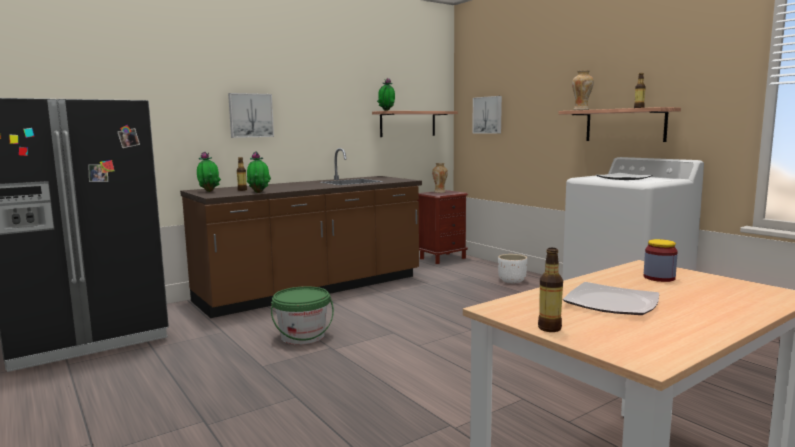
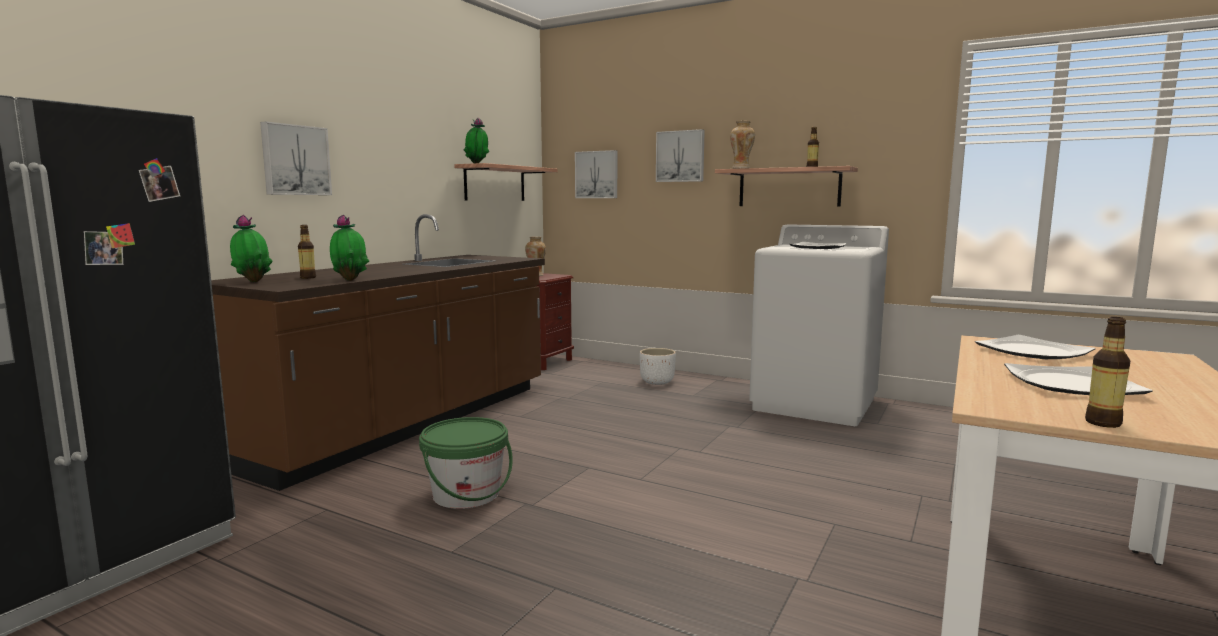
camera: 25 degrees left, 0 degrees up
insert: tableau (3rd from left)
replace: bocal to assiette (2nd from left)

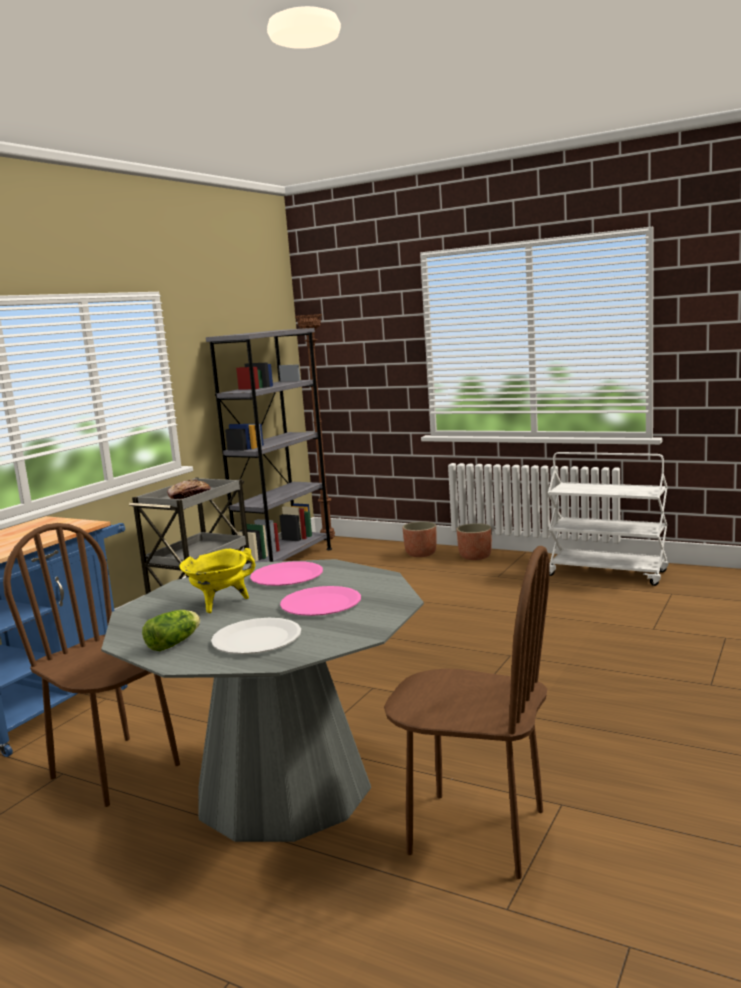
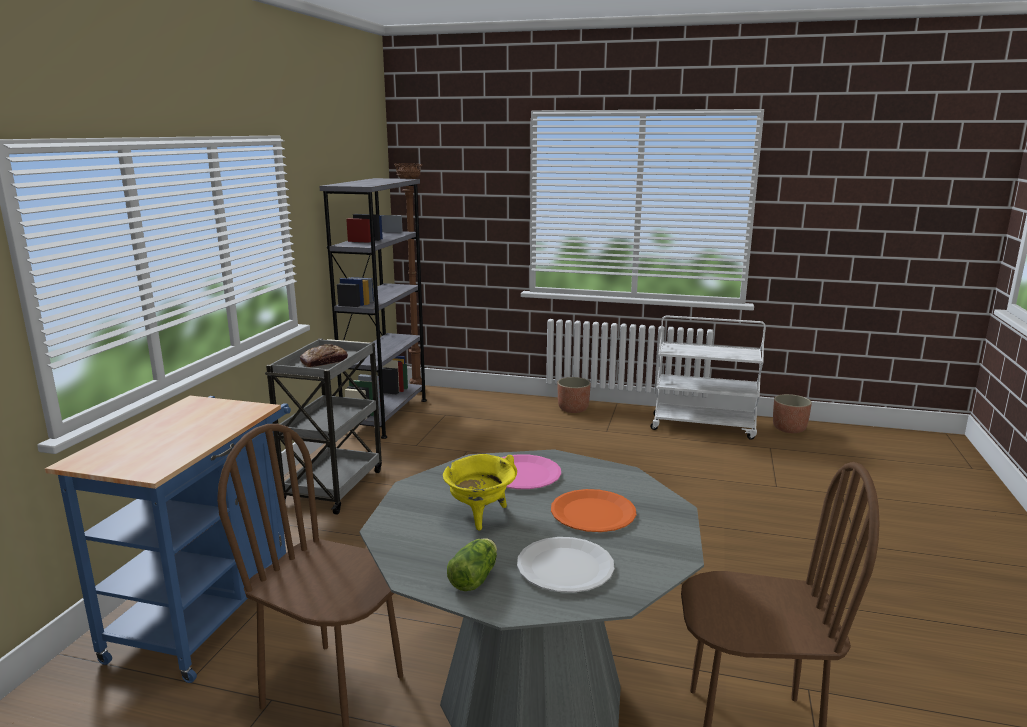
camera: 15 degrees left, 5 degrees up
move: cache-pot (1st from left in the first image) to cache-pot (2nd from left)
recolor: assiette (rose) (2nd from left) to assiette (orange)

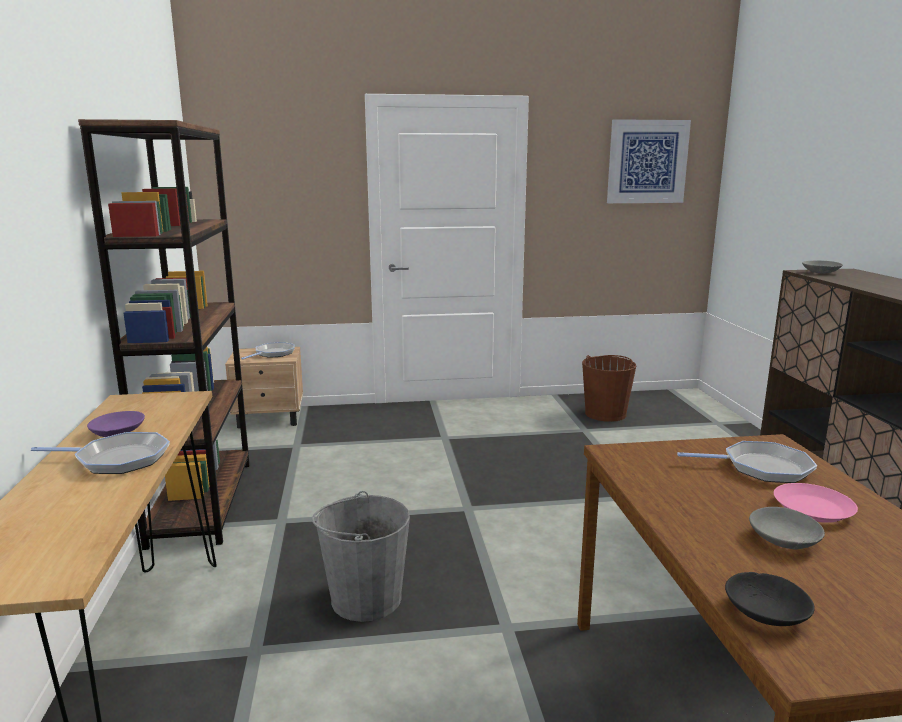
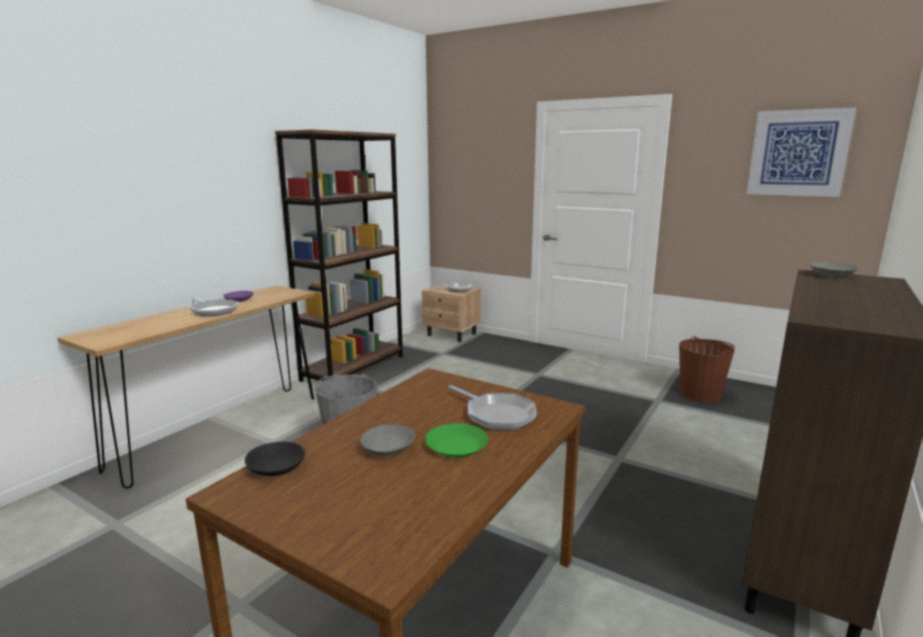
camera: 40 degrees right, 0 degrees up
recolor: assiette (rose) to assiette (vert)

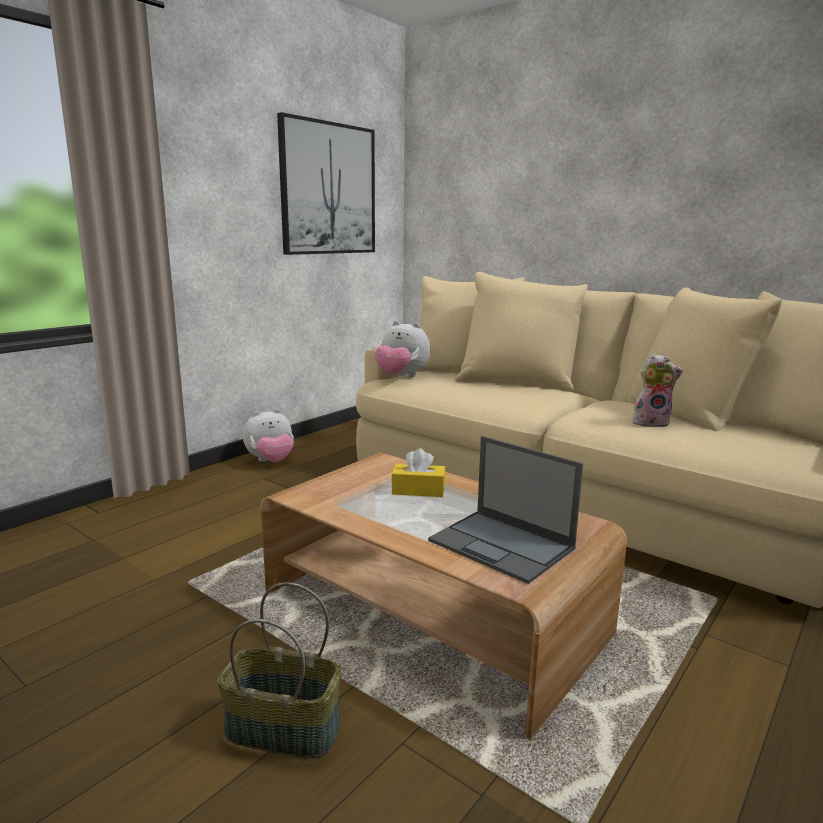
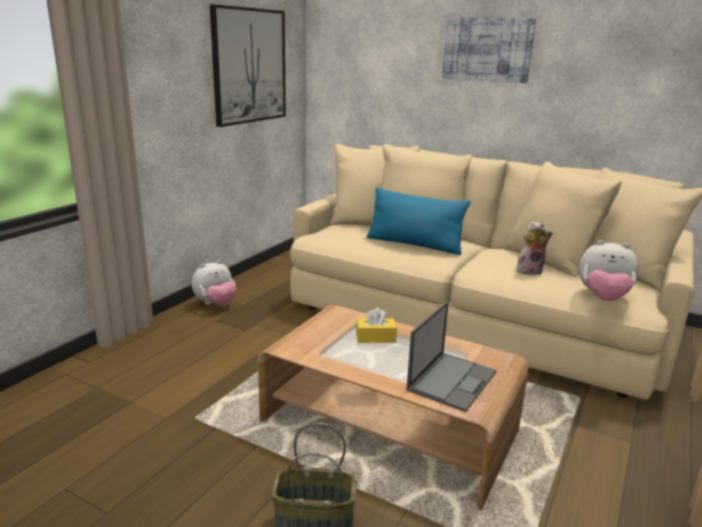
camera: 10 degrees left, 5 degrees up
insert: coussin (bleu); tableau (2nd from left)
move: peluche (2nd from left in the first image) to peluche (3rd from left)
rotate: ordinateur portable 90 degrees counterclockwise

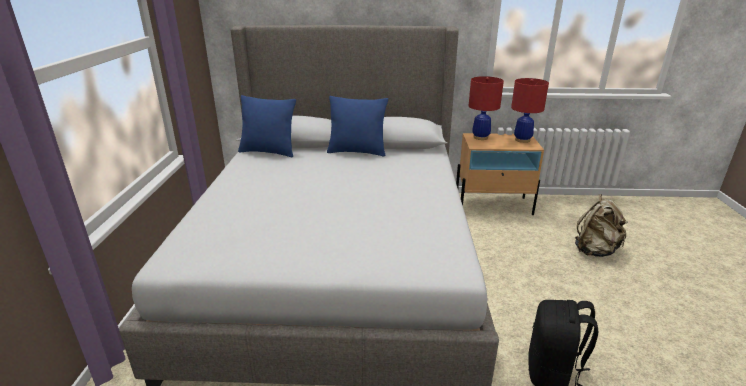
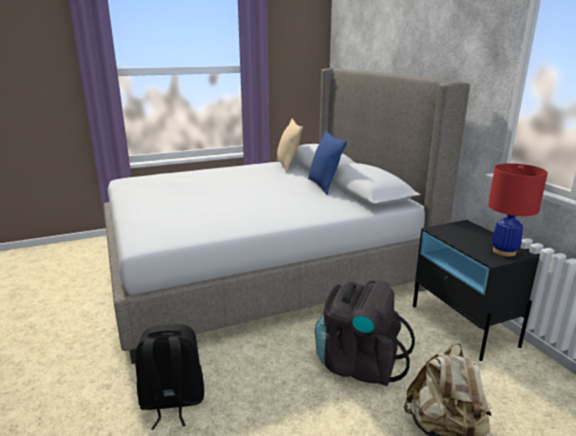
camera: 65 degrees right, 5 degrees down
delete: lampe de table (rouge) (1st from left)
insert: sac à dos (noir) (2nd from left)
recolor: coussin (bleu) (1st from left) to coussin (beige); table de chevet (beige) to table de chevet (noir)

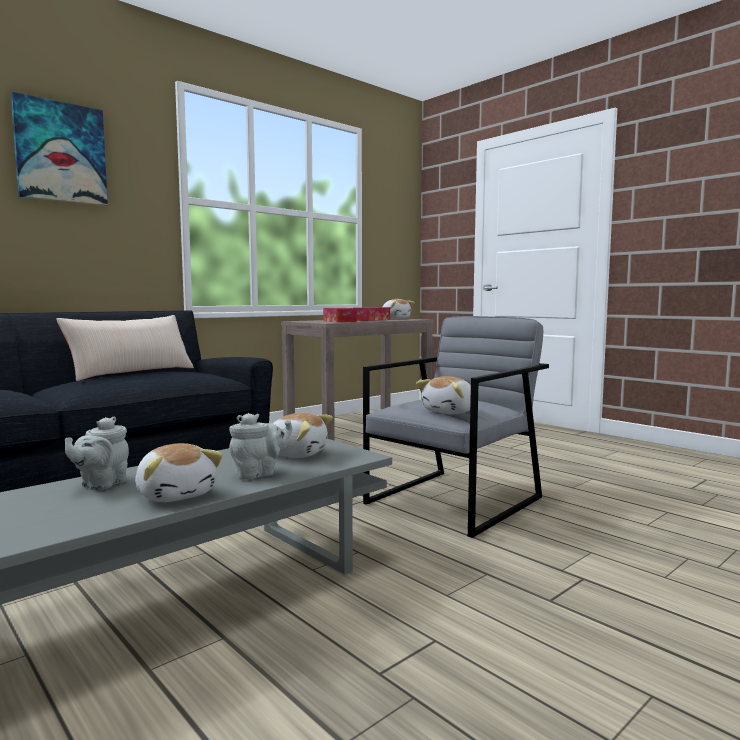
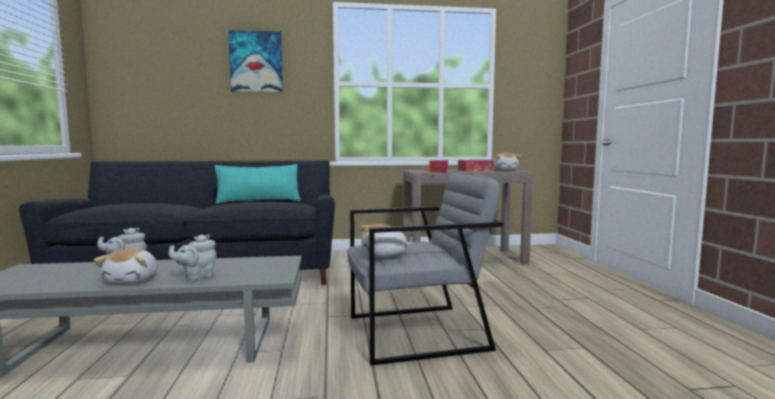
camera: 35 degrees right, 0 degrees up
delete: peluche (2nd from left)
recolor: coussin (beige) to coussin (turquoise)
rotate: théière (gris) (2nd from left) 135 degrees clockwise

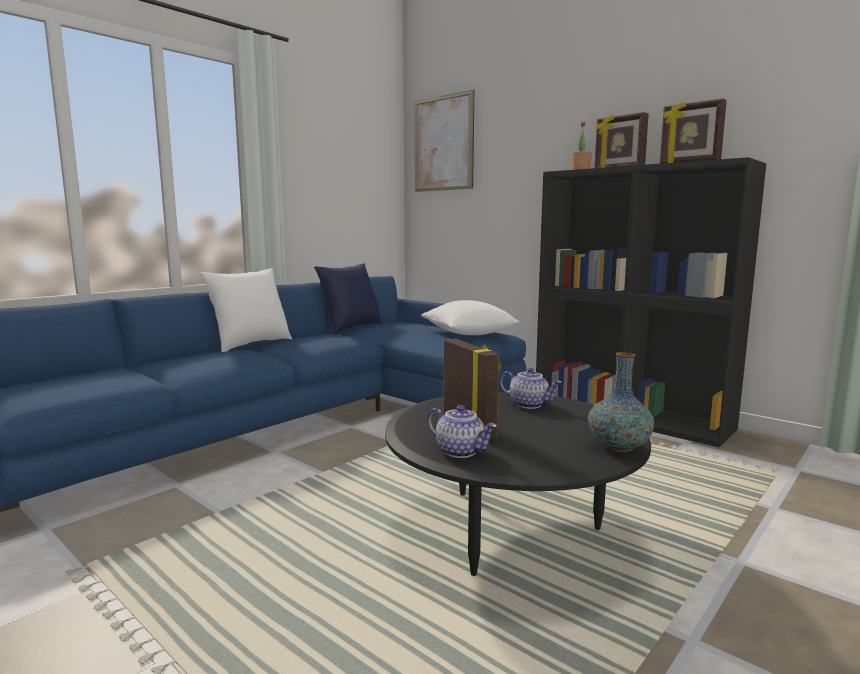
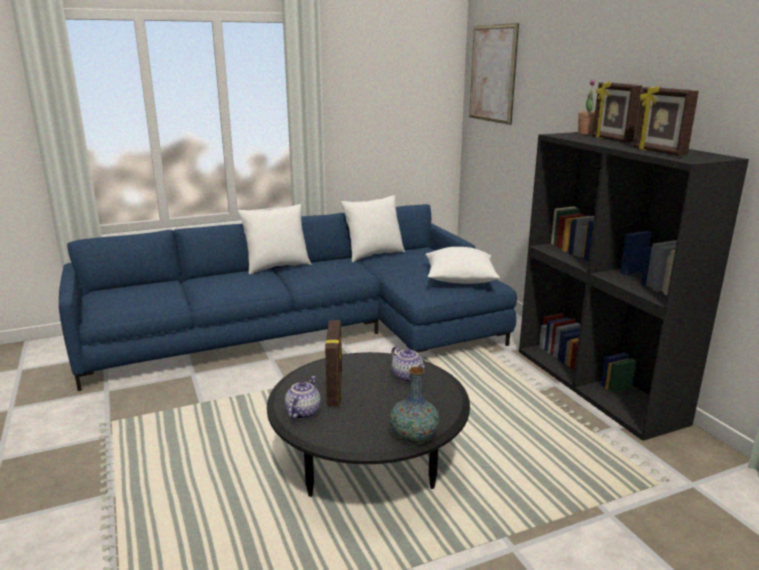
camera: 25 degrees right, 10 degrees up
recolor: coussin (bleu) to coussin (blanc) (2nd from left)
rotate: théière (1st from left) 135 degrees counterclockwise

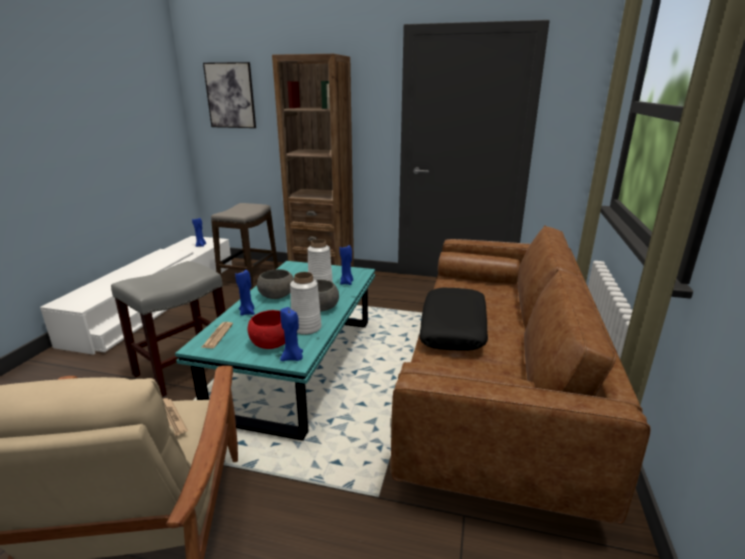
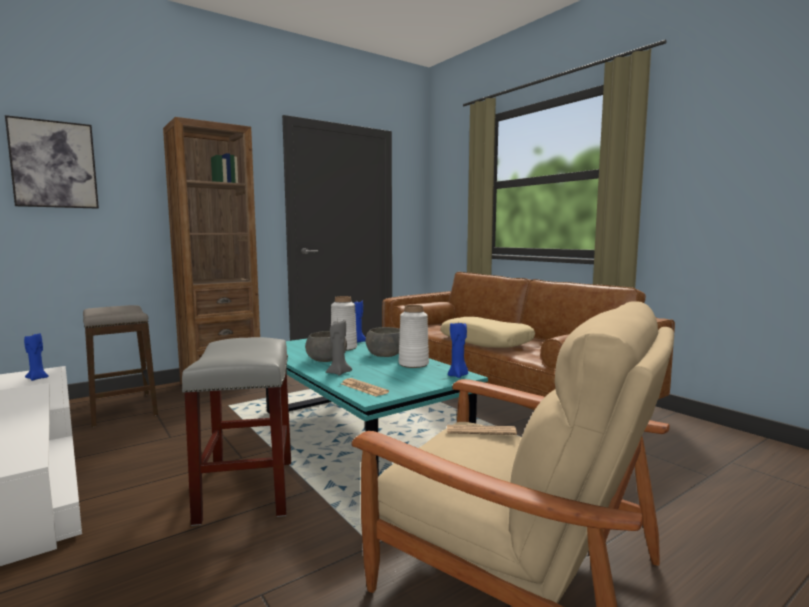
camera: 50 degrees left, 15 degrees down
delete: bol (rouge)
recolor: bougie (bleu) (2nd from left) to bougie (gris); coussin (noir) to coussin (beige)

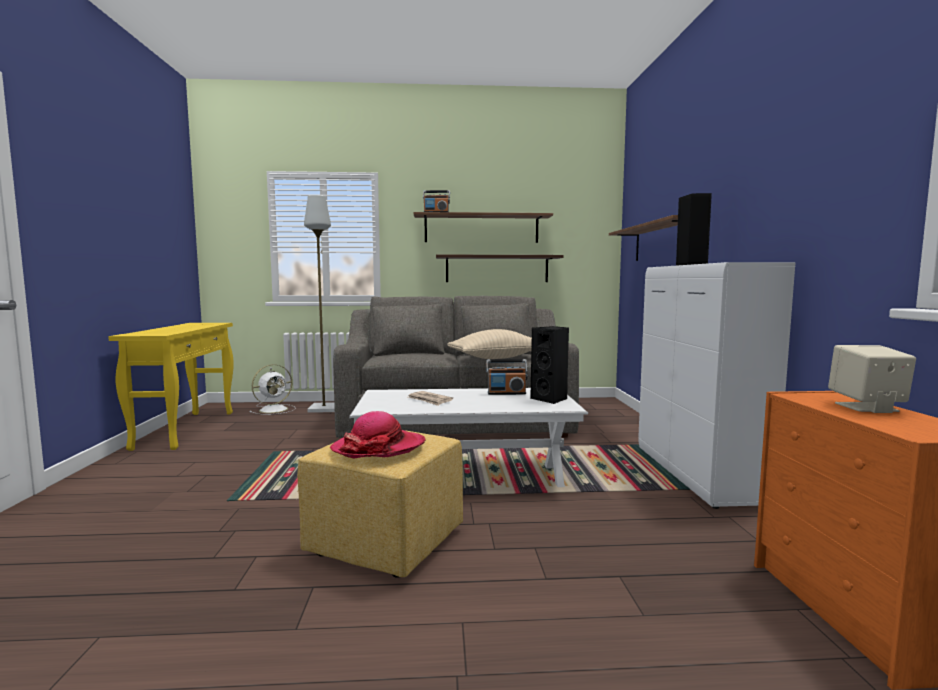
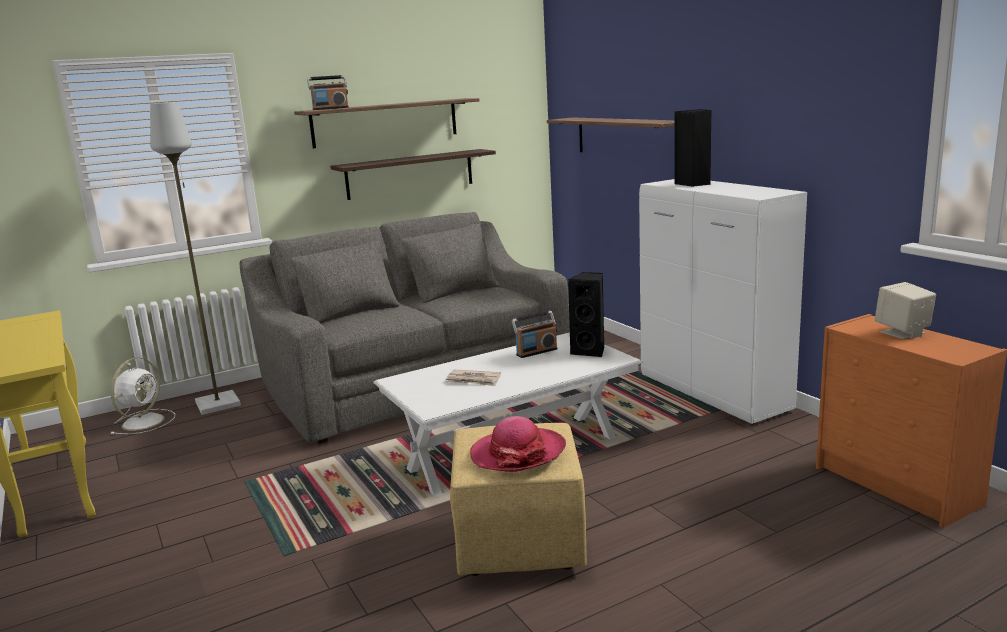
camera: 25 degrees left, 10 degrees up
delete: coussin (beige)

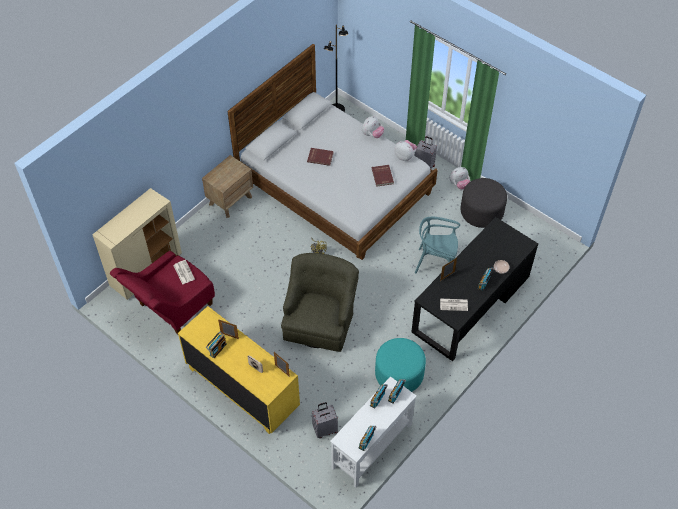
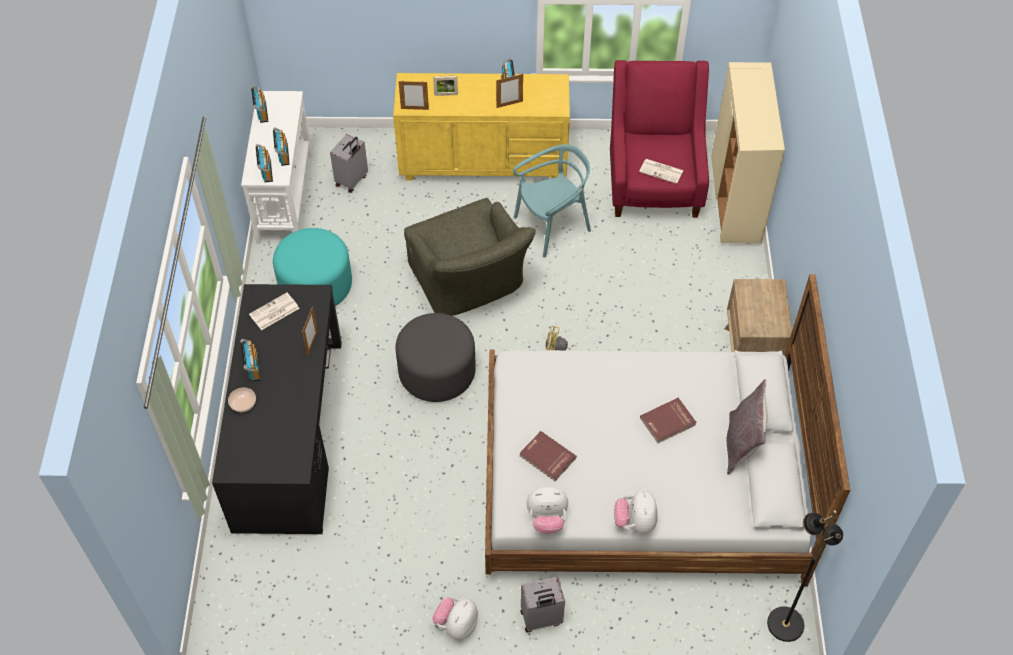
camera: 140 degrees right, 0 degrees up
insert: coussin (gris)
move: pouf (gris); chaise (turquoise)

